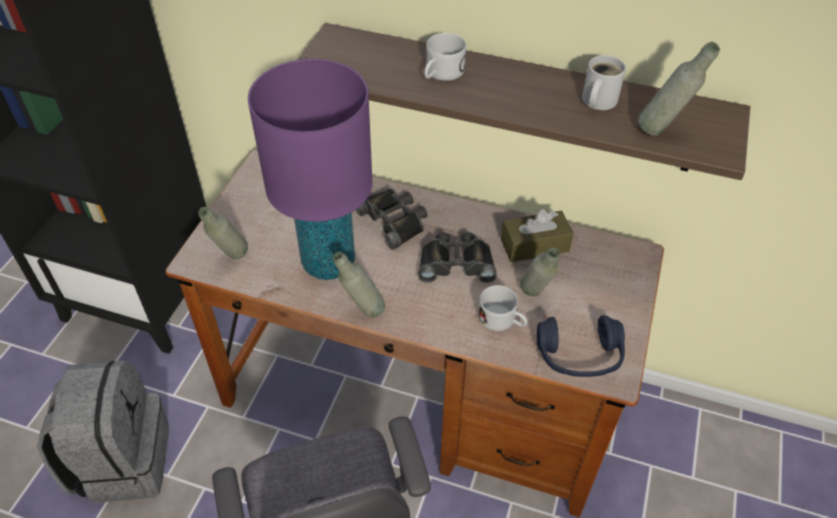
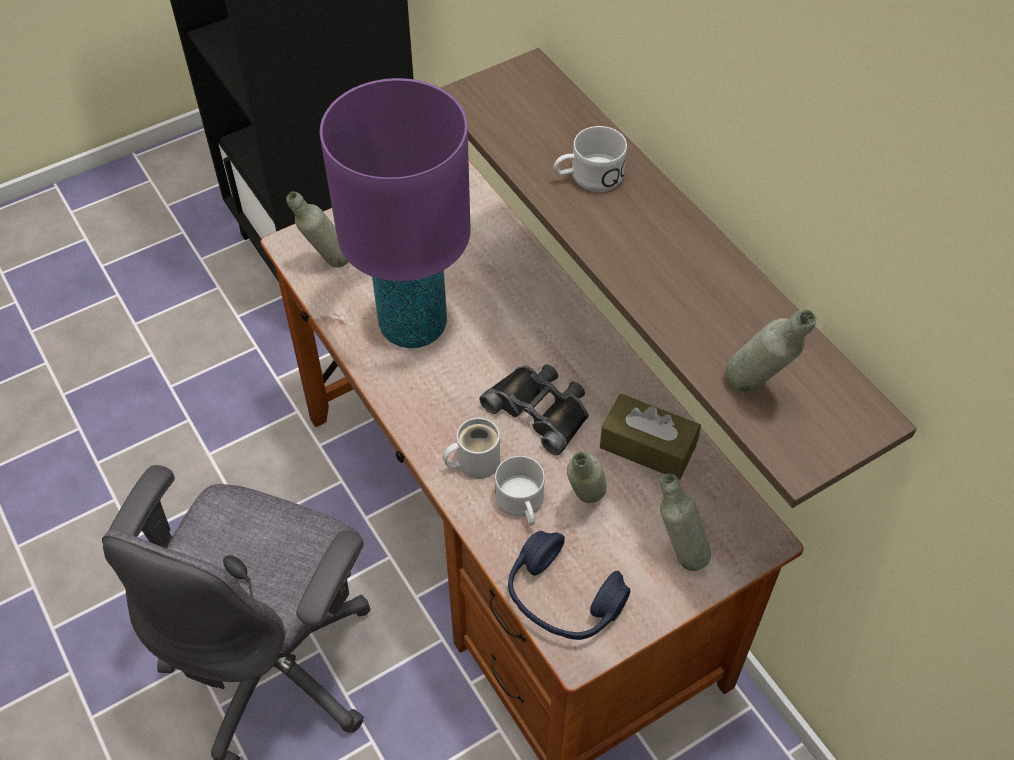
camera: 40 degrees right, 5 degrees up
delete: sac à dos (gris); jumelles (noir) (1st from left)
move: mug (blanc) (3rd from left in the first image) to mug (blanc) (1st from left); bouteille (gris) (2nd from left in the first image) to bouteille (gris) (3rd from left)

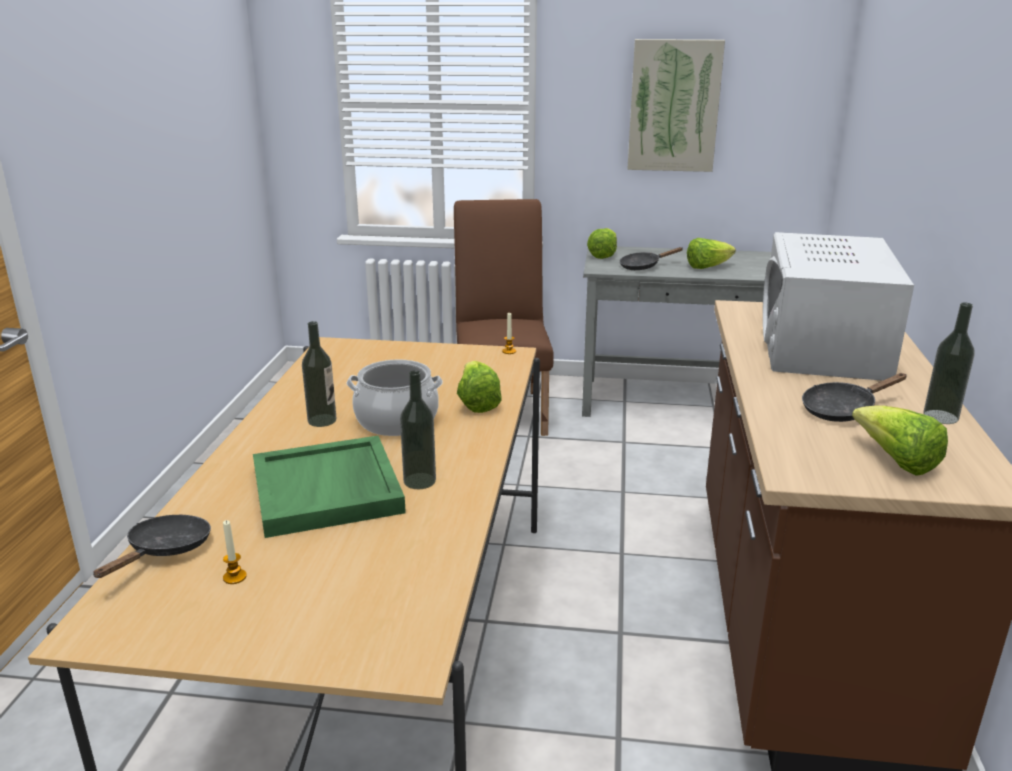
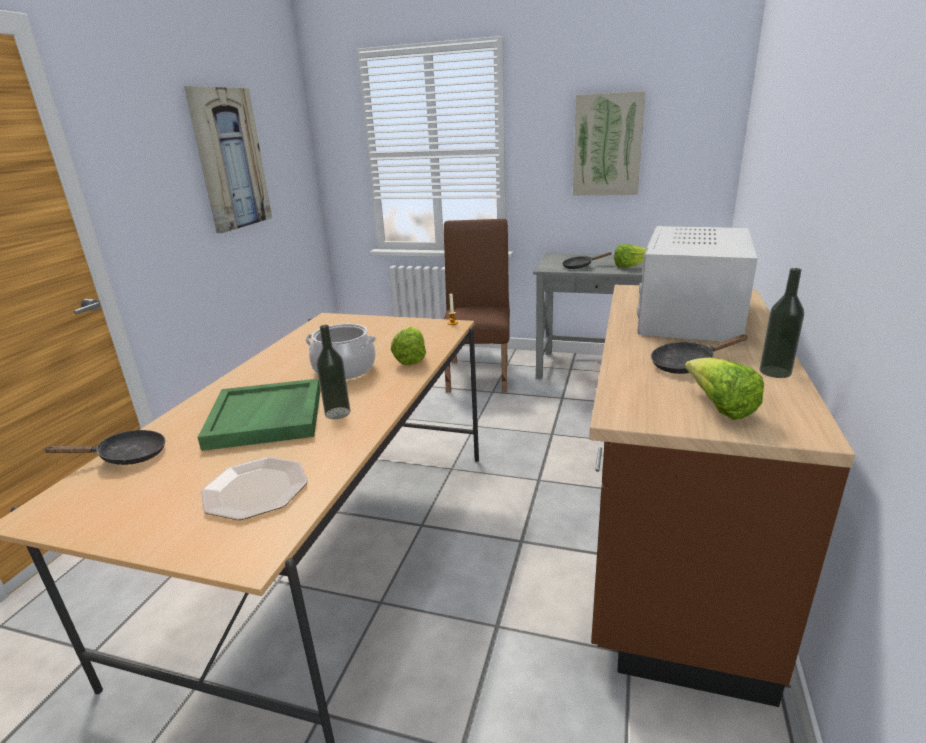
camera: 10 degrees right, 0 degrees up
delete: bougie (1st from left); bouteille (1st from left); laitue (2nd from left)
insert: tableau (1st from left); assiette
rotate: poêle (noir) (1st from left) 45 degrees clockwise

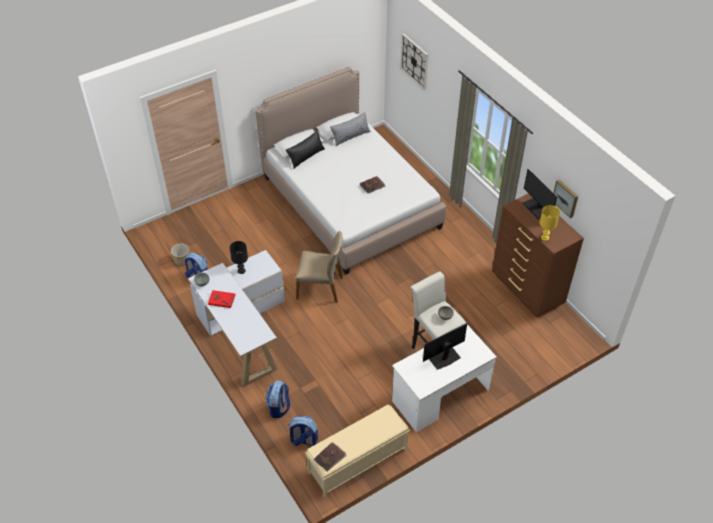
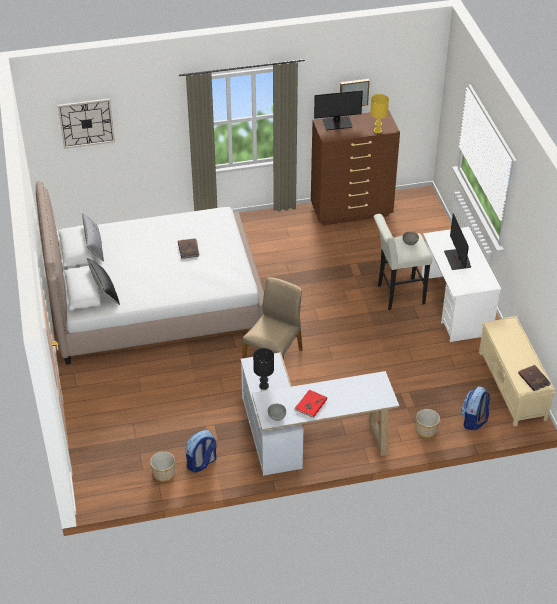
camera: 70 degrees left, 5 degrees down
replace: sac à dos (2nd from left) to cache-pot (2nd from left)

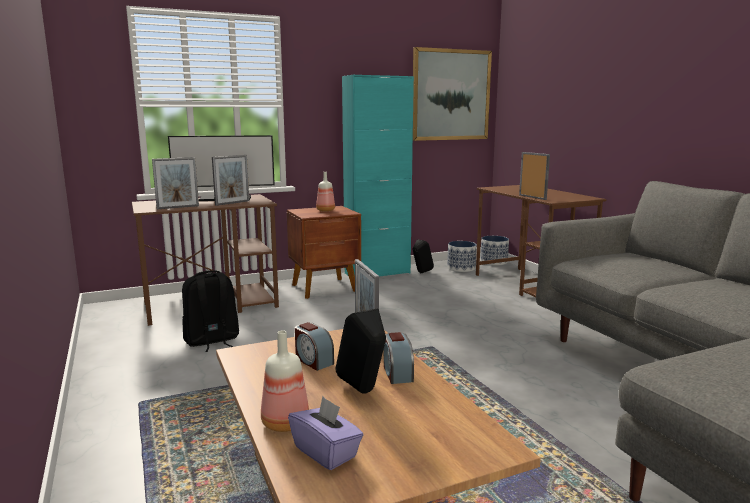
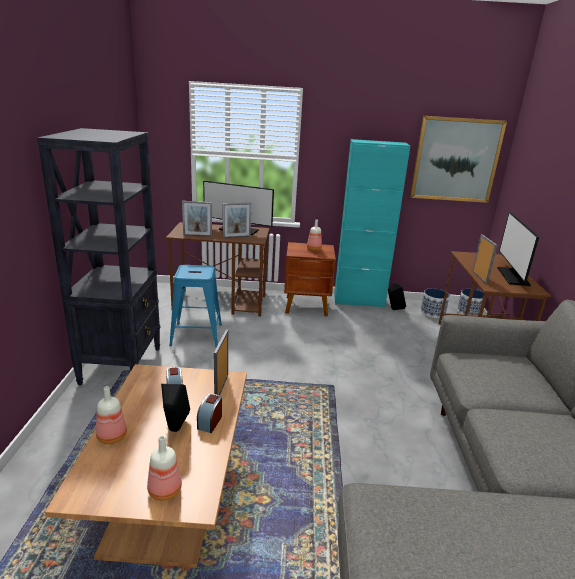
camera: 25 degrees right, 10 degrees up
delete: boîte à mouchoirs (violet)
insert: bibliothèque (noir); bouteille (2nd from left); écran d'ordinateur (2nd from left)
replace: sac à dos (noir) to tabouret (bleu)

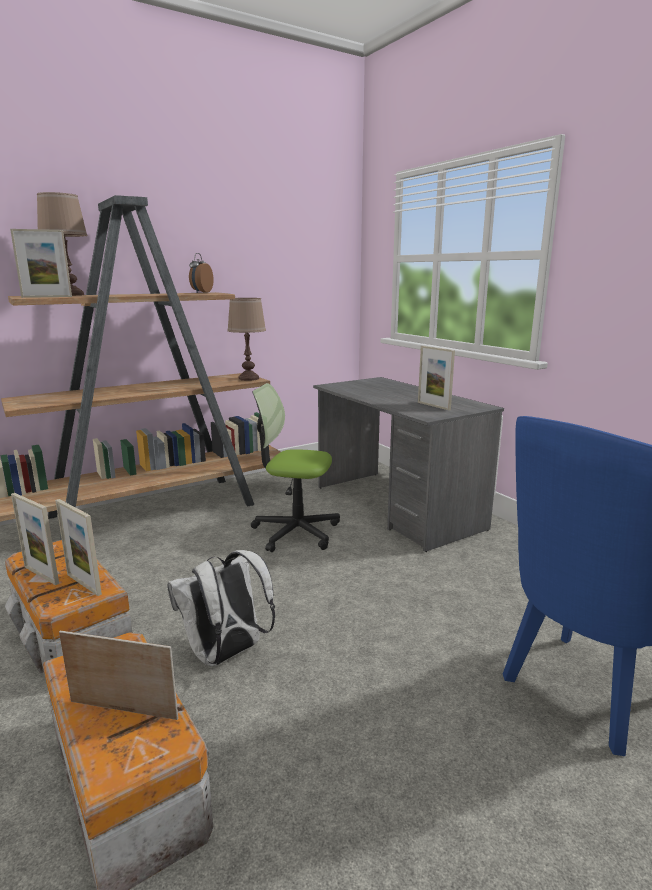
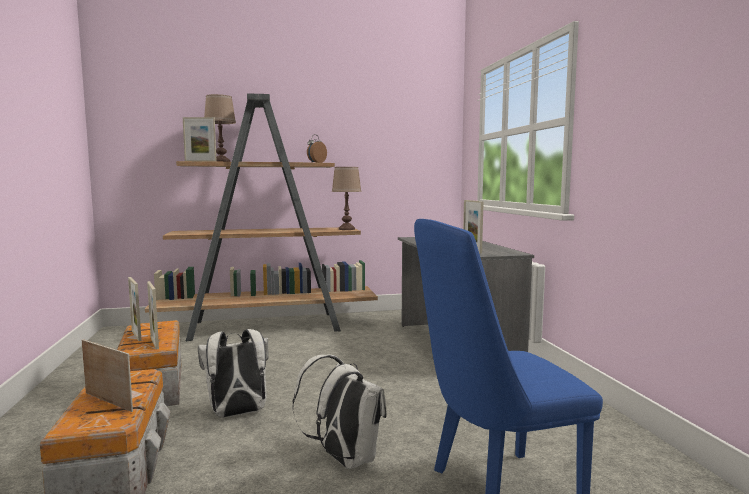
camera: 20 degrees right, 10 degrees down
delete: chaise de bureau
insert: sac à dos (blanc) (2nd from left)

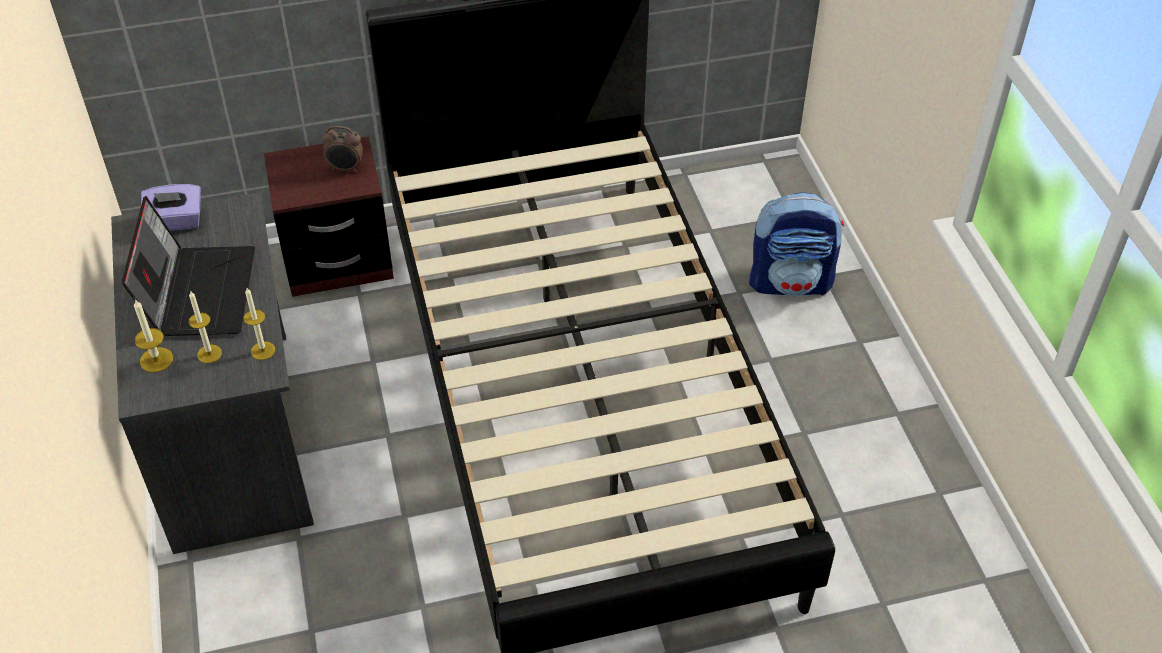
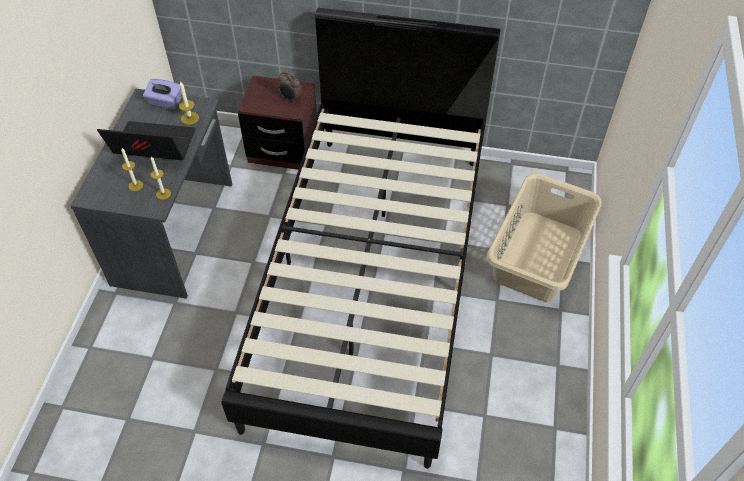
camera: 25 degrees right, 5 degrees up
move: bougie (1st from left in the first image) to bougie (3rd from left)
replace: sac à dos to panier à linge (beige)
rotate: ordinateur portable 105 degrees counterclockwise

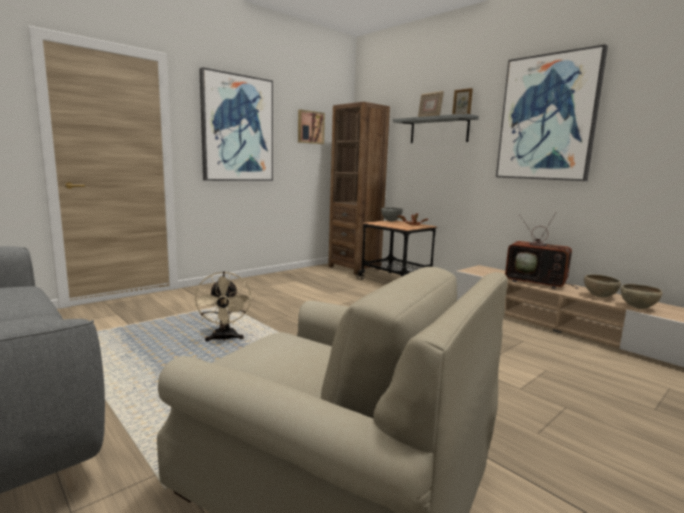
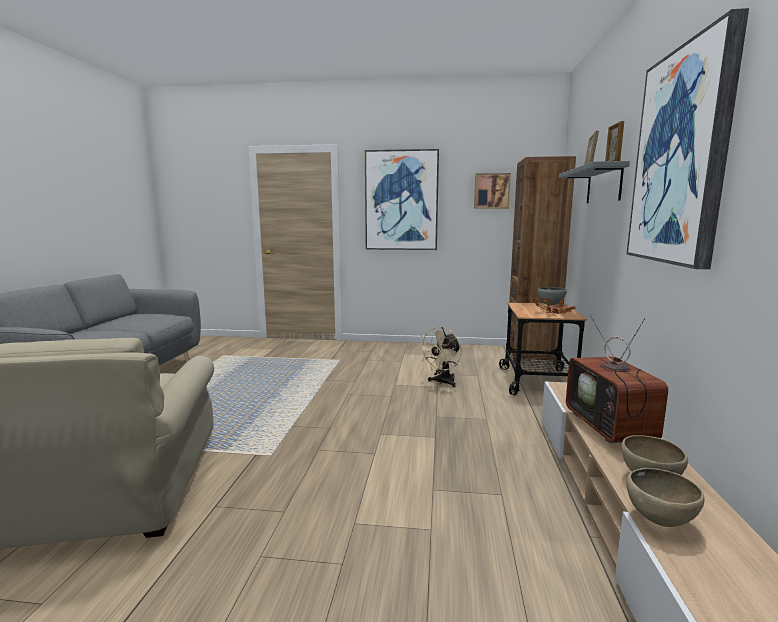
camera: 50 degrees right, 0 degrees up
move: ventilateur (beige)

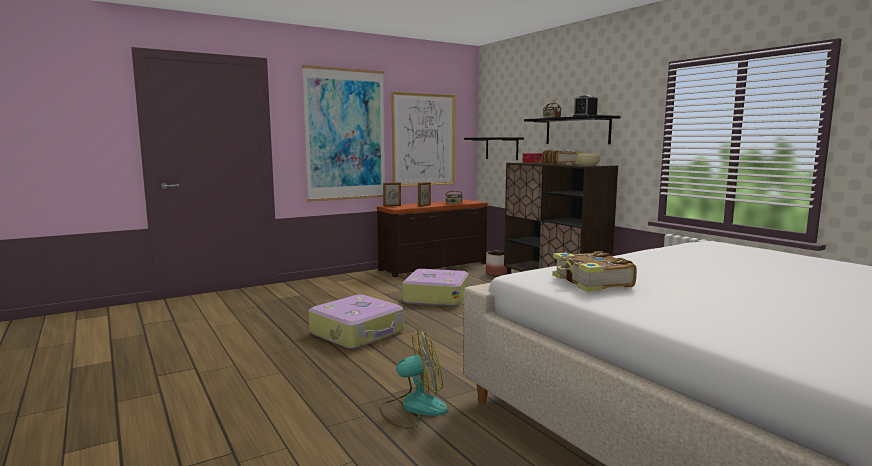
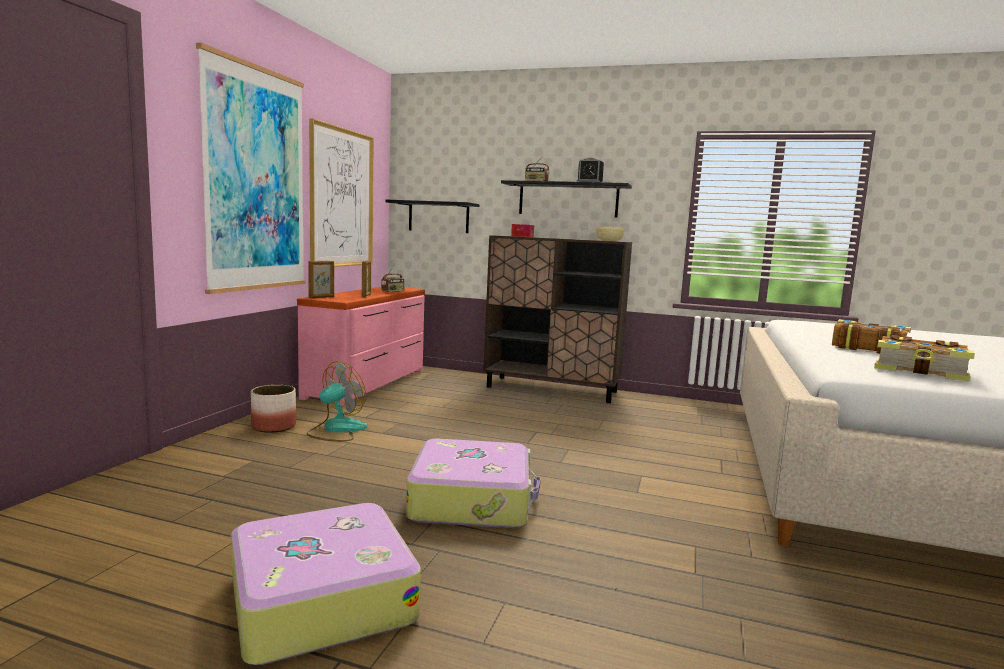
camera: 40 degrees left, 0 degrees up
move: valise (2nd from left in the first image) to valise (1st from left); cache-pot; ventilateur; livre (1st from left)
recolor: commode (marron) to commode (rose)

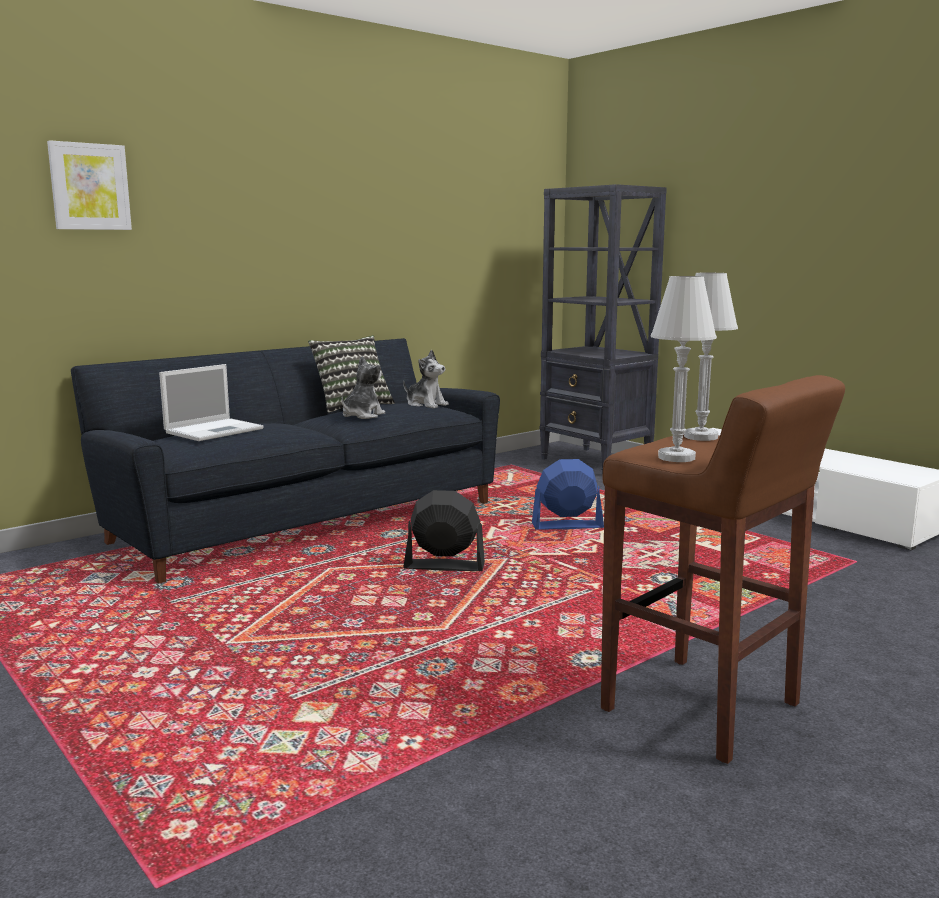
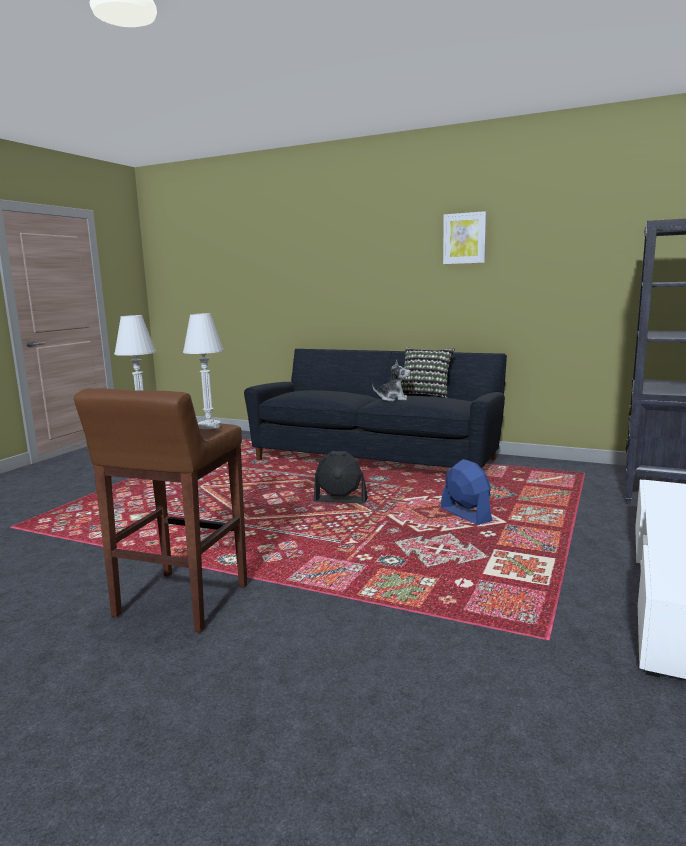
camera: 65 degrees right, 0 degrees up
delete: ordinateur portable; peluche (2nd from left)
move: tableau
rotate: ventilateur (noir) 120 degrees clockwise

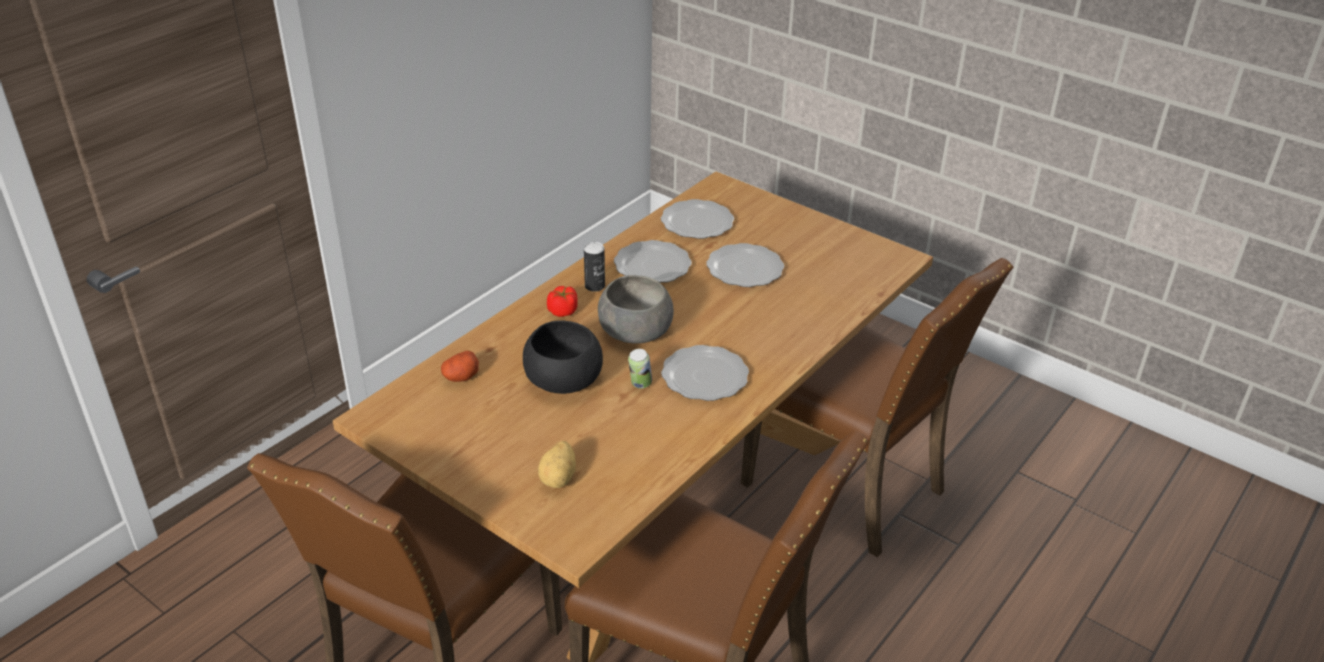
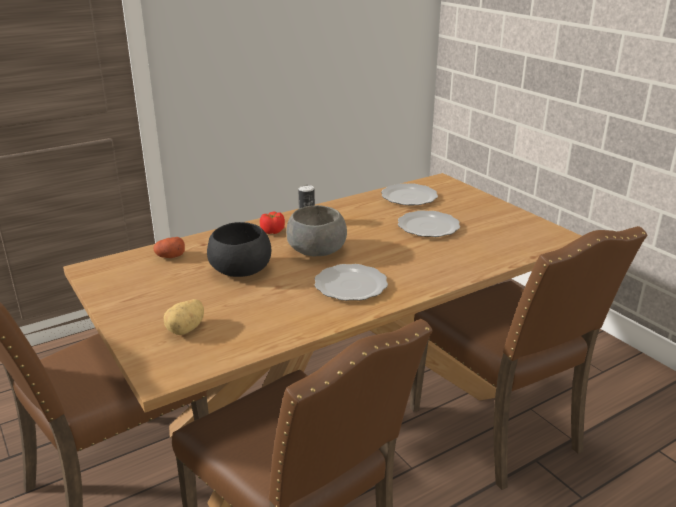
camera: 20 degrees right, 10 degrees down
delete: assiette (1st from left); boîte métallique (2nd from left)

